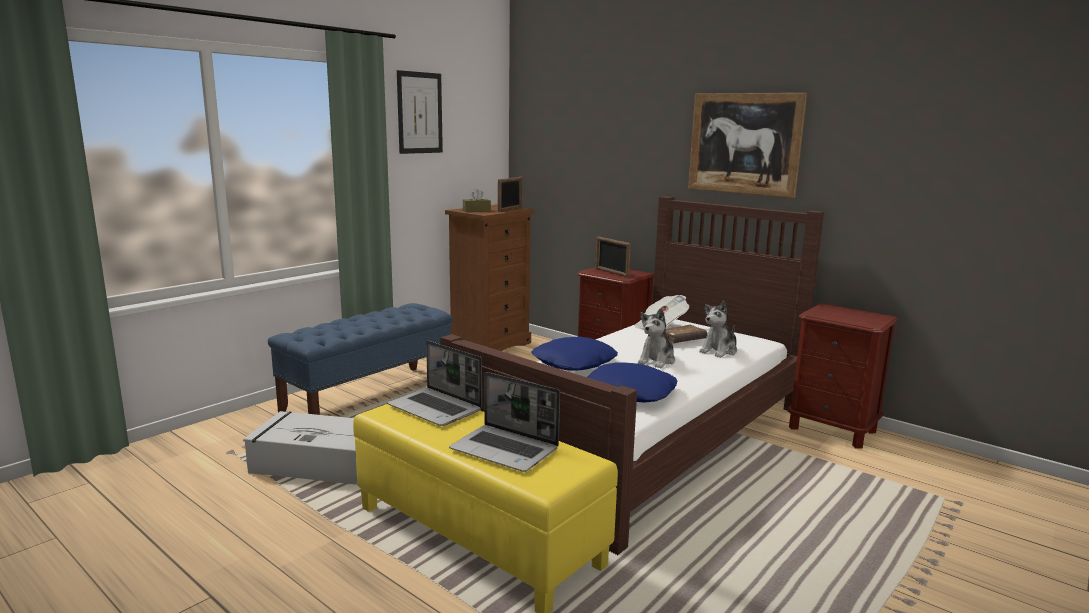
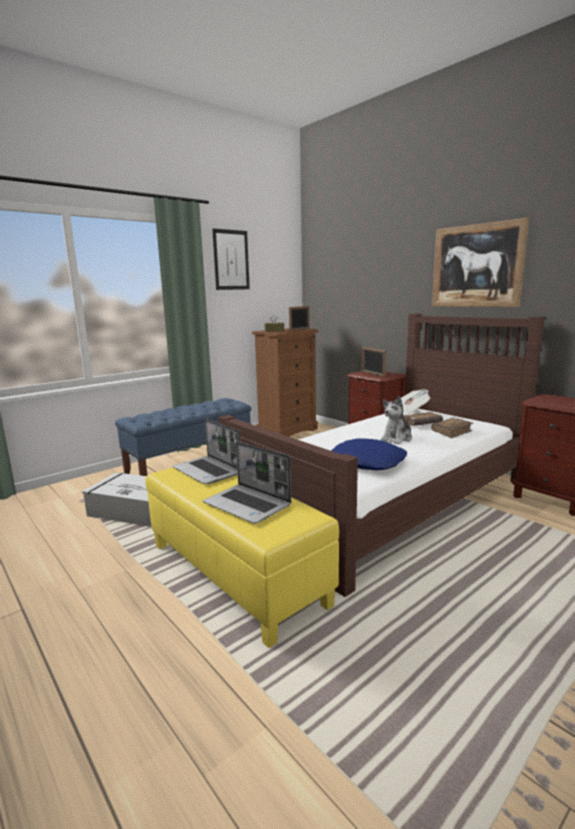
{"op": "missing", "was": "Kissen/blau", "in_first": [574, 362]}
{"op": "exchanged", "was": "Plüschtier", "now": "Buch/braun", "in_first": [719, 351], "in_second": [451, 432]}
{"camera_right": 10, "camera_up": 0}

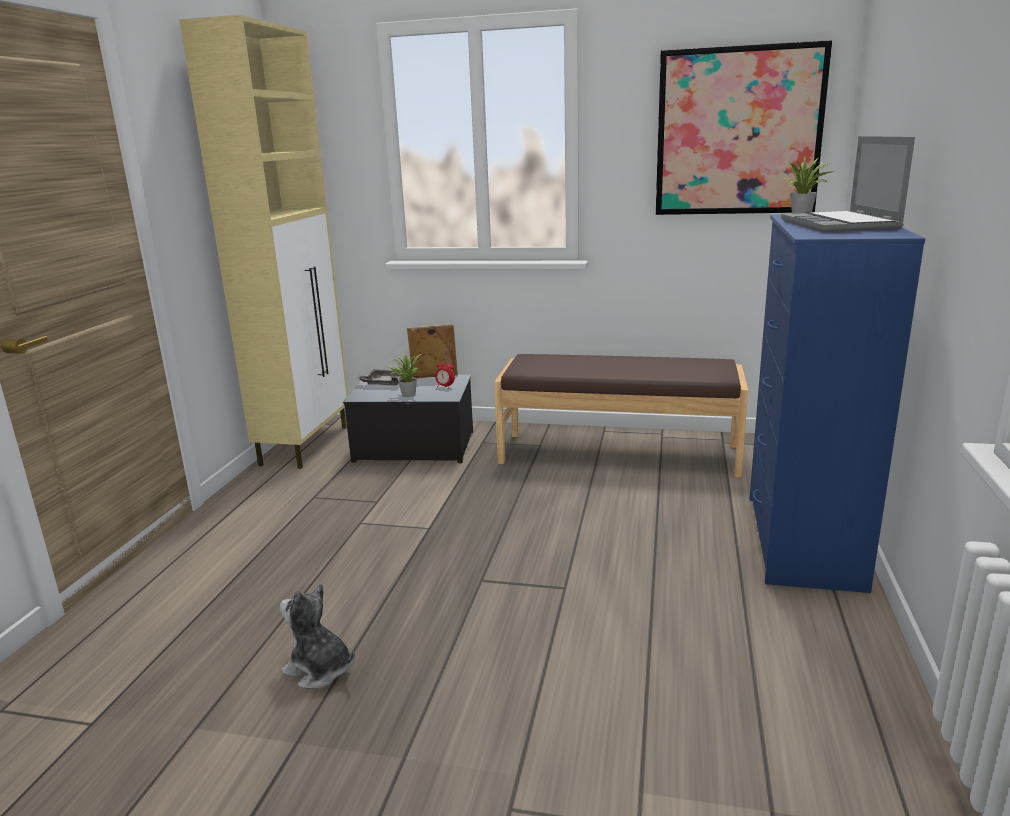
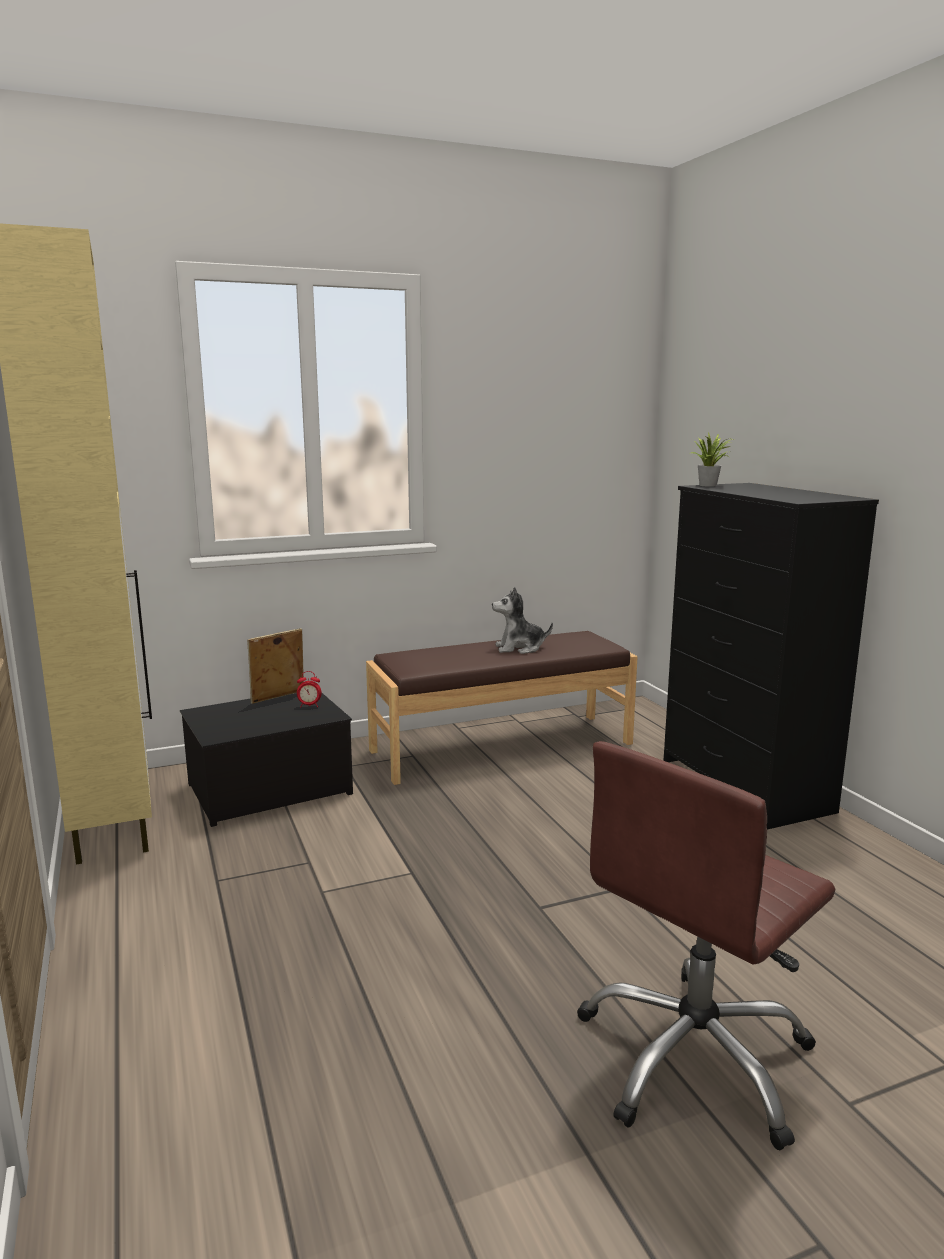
{"op": "missing", "was": "Tablett/grau", "in_first": [383, 383]}
{"op": "missing", "was": "Topfpflanze", "in_first": [407, 394]}
{"op": "missing", "was": "Bild", "in_first": [738, 132]}
{"op": "missing", "was": "Laptop", "in_first": [841, 225]}
{"op": "appeared", "now": "Bürostuhl/braun", "in_second": [695, 1057]}
{"op": "relocated", "was": "Plüschtier", "in_first": [319, 670], "in_second": [519, 648]}
{"op": "colour", "was": "Kommode/blau", "now": "Kommode/schwarz", "in_first": [801, 541], "in_second": [744, 786]}
{"camera_right": -35, "camera_up": -5}

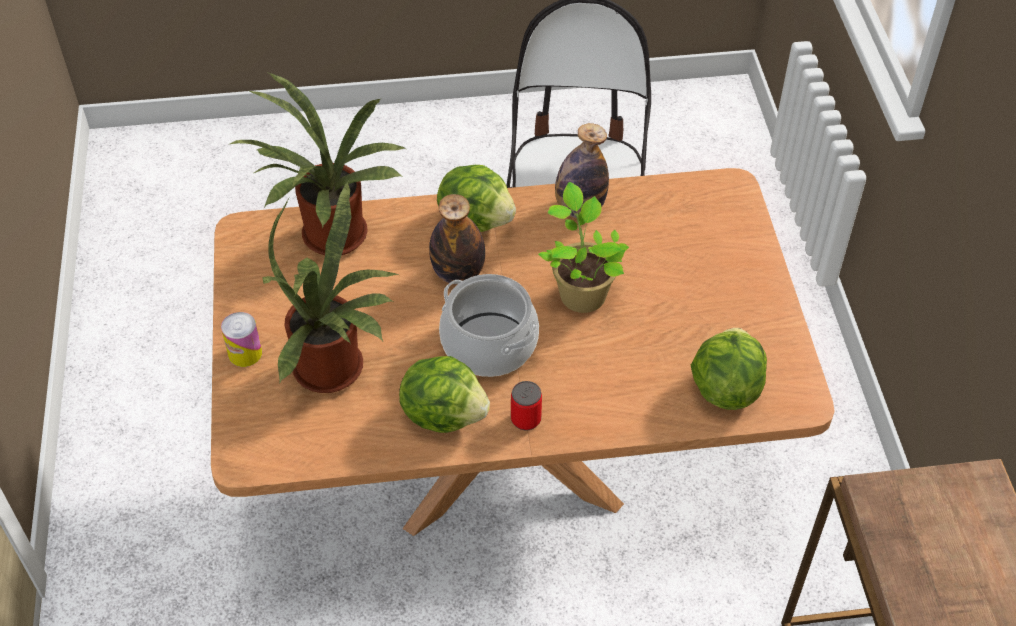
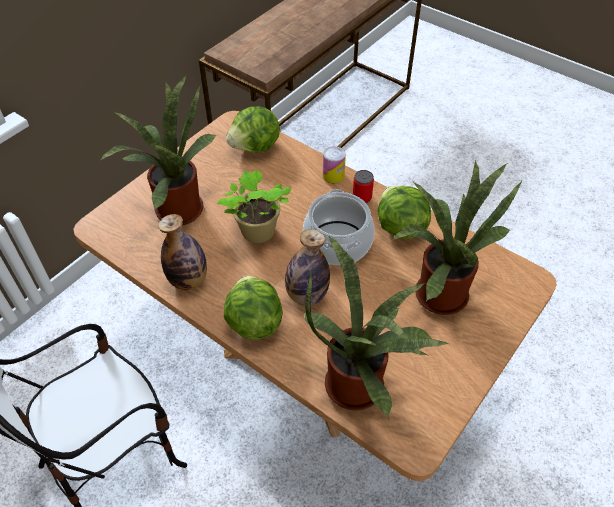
{"op": "appeared", "now": "Topfpflanze", "in_second": [176, 208]}
{"op": "relocated", "was": "Dose", "in_first": [245, 353], "in_second": [333, 175]}
{"camera_right": -135, "camera_up": 0}

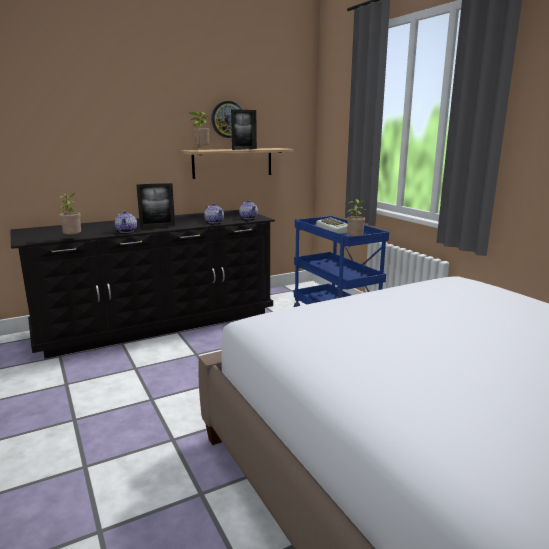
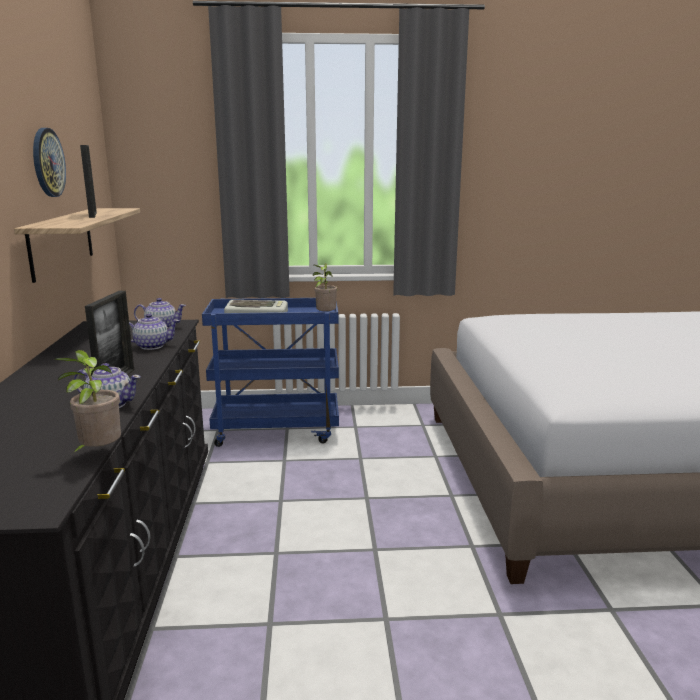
{"op": "missing", "was": "Topfpflanze", "in_first": [201, 150]}
{"camera_right": -65, "camera_up": 0}

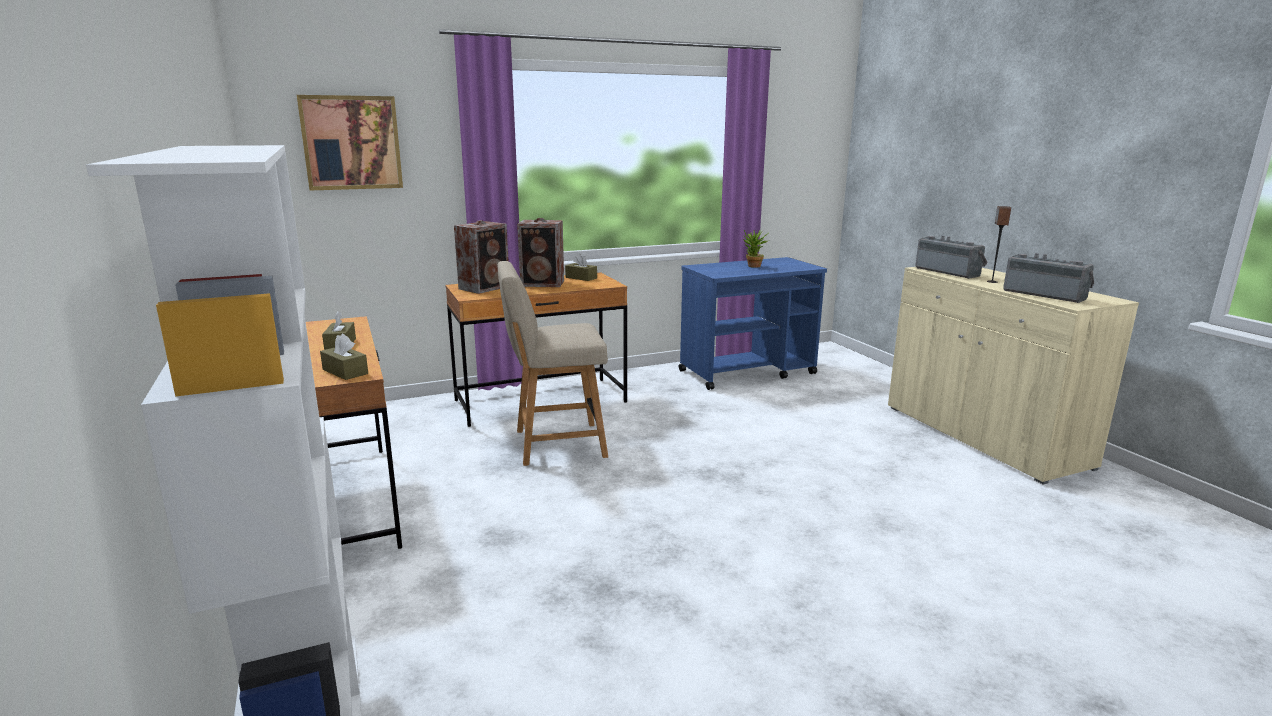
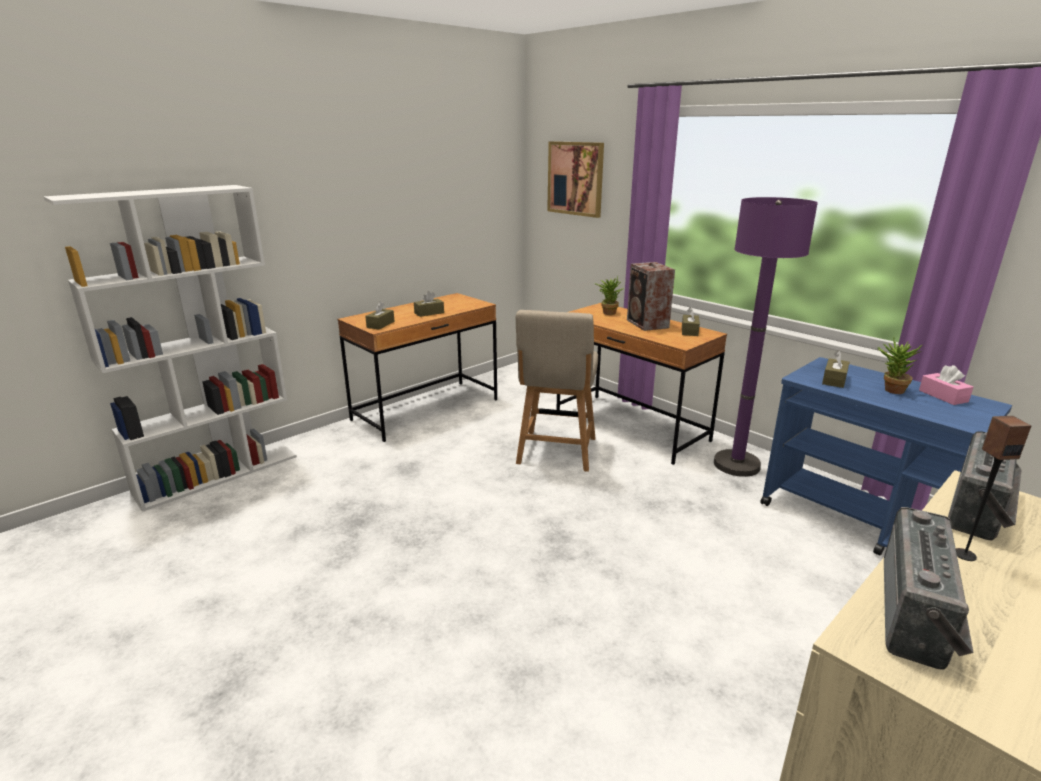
{"op": "appeared", "now": "Stehlampe/lila", "in_second": [736, 464]}
{"op": "appeared", "now": "Taschentuchbox/braun", "in_second": [834, 380]}
{"op": "appeared", "now": "Taschentuchbox/rosa", "in_second": [943, 396]}
{"op": "exchanged", "was": "Lautsprecher", "now": "Topfpflanze", "in_first": [486, 287], "in_second": [607, 312]}
{"op": "spun", "was": "Stuhl/beige", "in_first": [554, 444], "in_second": [556, 453], "clockwise": -135}
{"camera_right": 70, "camera_up": 5}

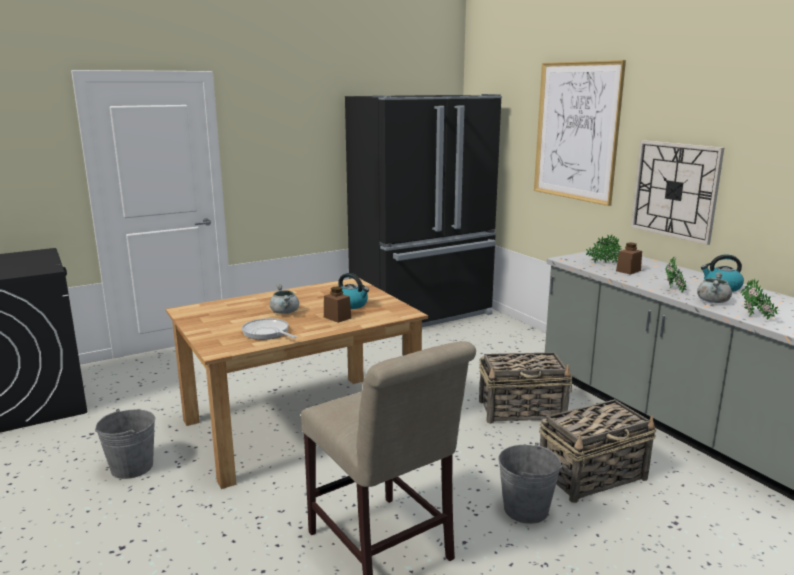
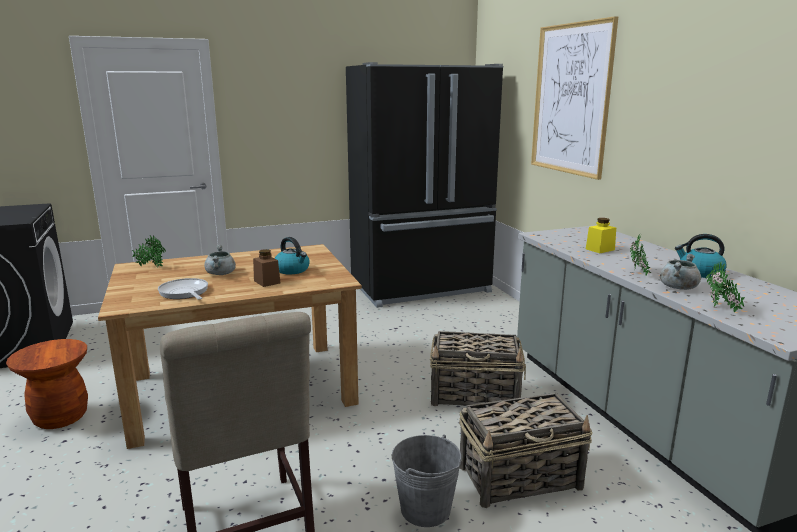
{"op": "missing", "was": "Wanduhr", "in_first": [675, 190]}
{"op": "relocated", "was": "Topfpflanze", "in_first": [602, 263], "in_second": [151, 267]}
{"op": "exchanged", "was": "Eimer/grau", "now": "Hocker/braun", "in_first": [132, 467], "in_second": [60, 417]}
{"op": "colour", "was": "Vorratsglas/braun", "now": "Vorratsglas/gelb", "in_first": [628, 271], "in_second": [600, 249]}
{"camera_right": 10, "camera_up": 0}

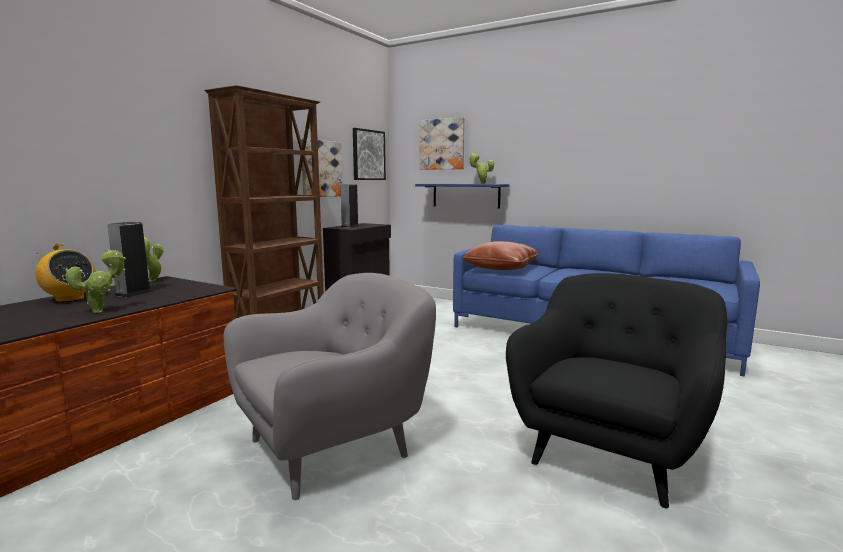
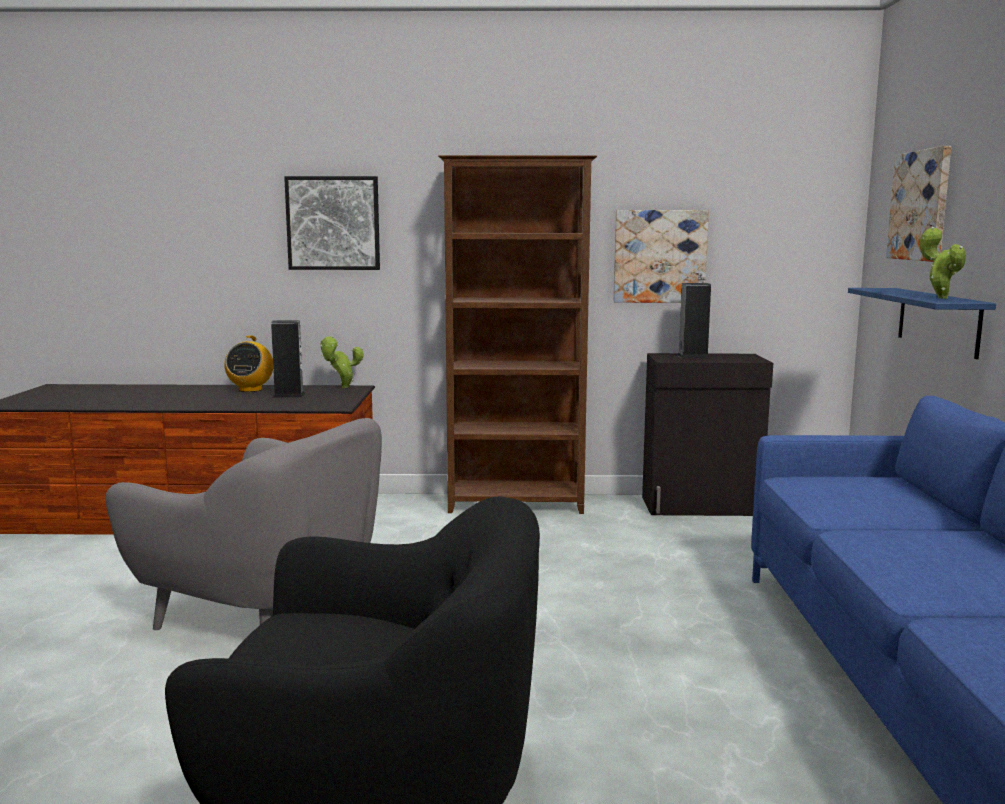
{"op": "missing", "was": "Topfpflanze", "in_first": [102, 311]}
{"op": "missing", "was": "Kissen/braun", "in_first": [501, 268]}
{"op": "relocated", "was": "Bild", "in_first": [368, 155], "in_second": [333, 223]}
{"camera_right": 60, "camera_up": 0}

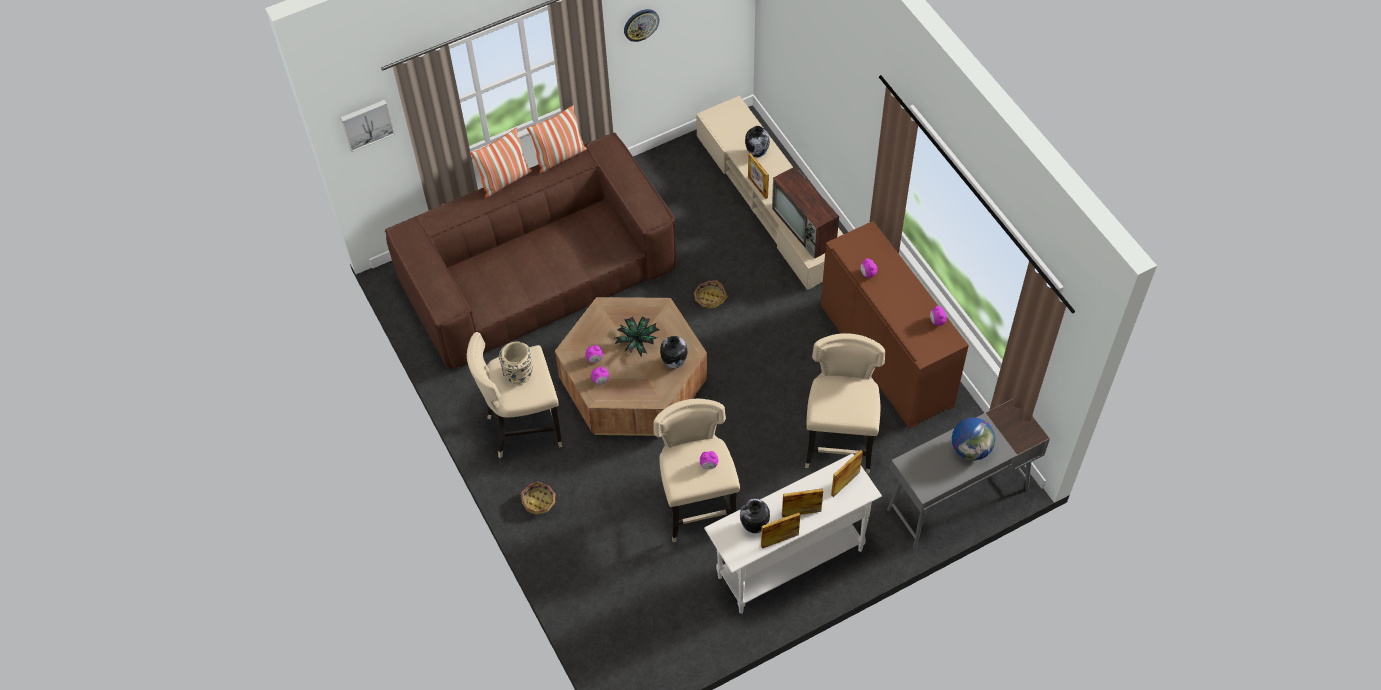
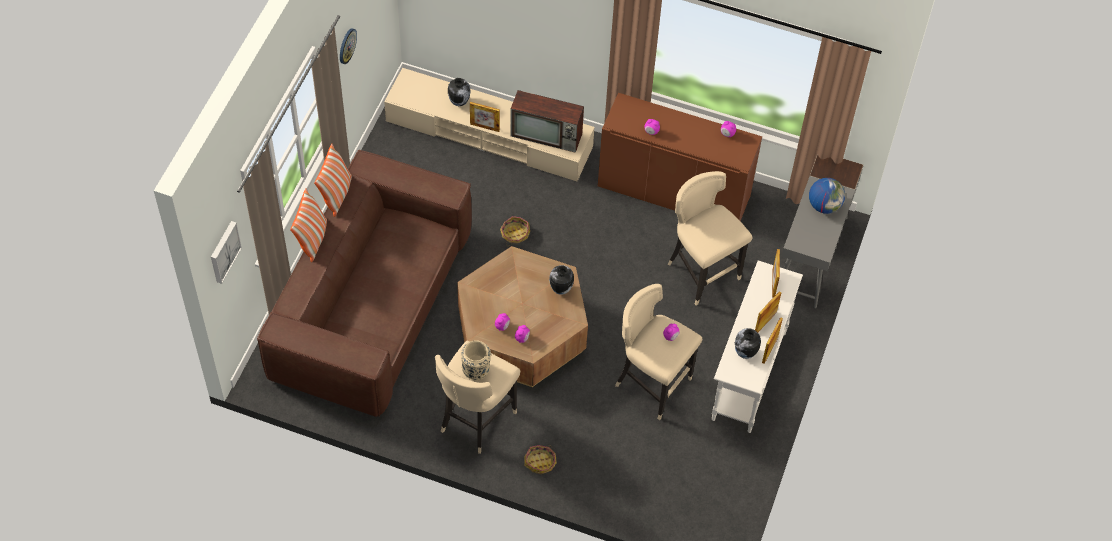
{"op": "missing", "was": "Topfpflanze", "in_first": [638, 341]}
{"camera_right": -45, "camera_up": 0}

